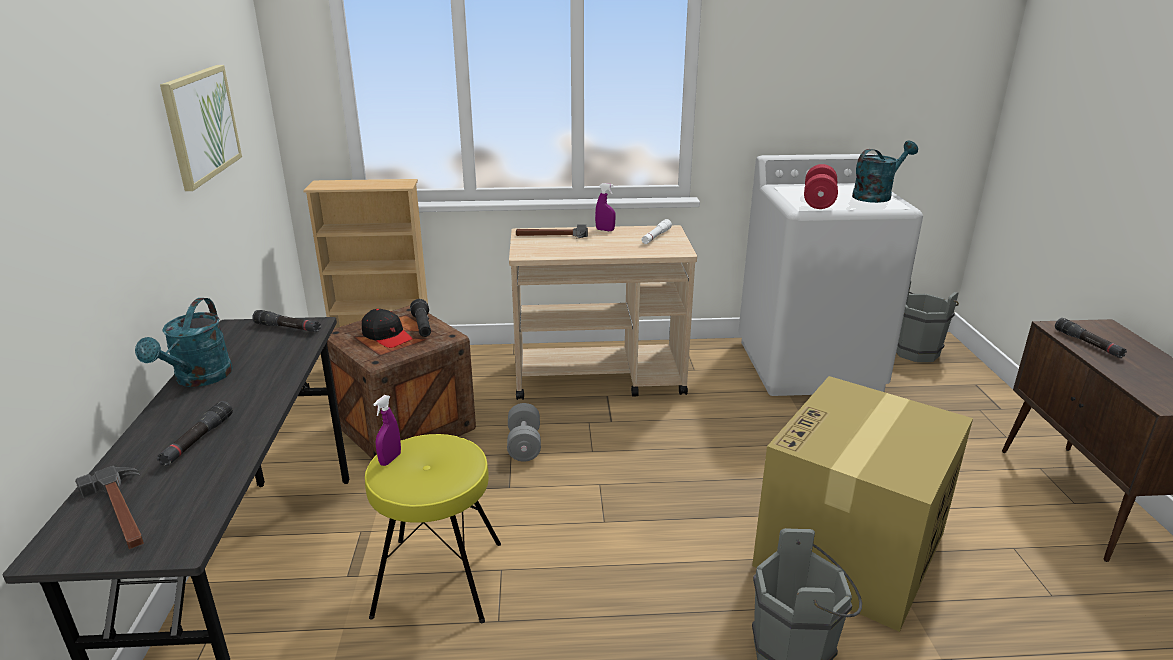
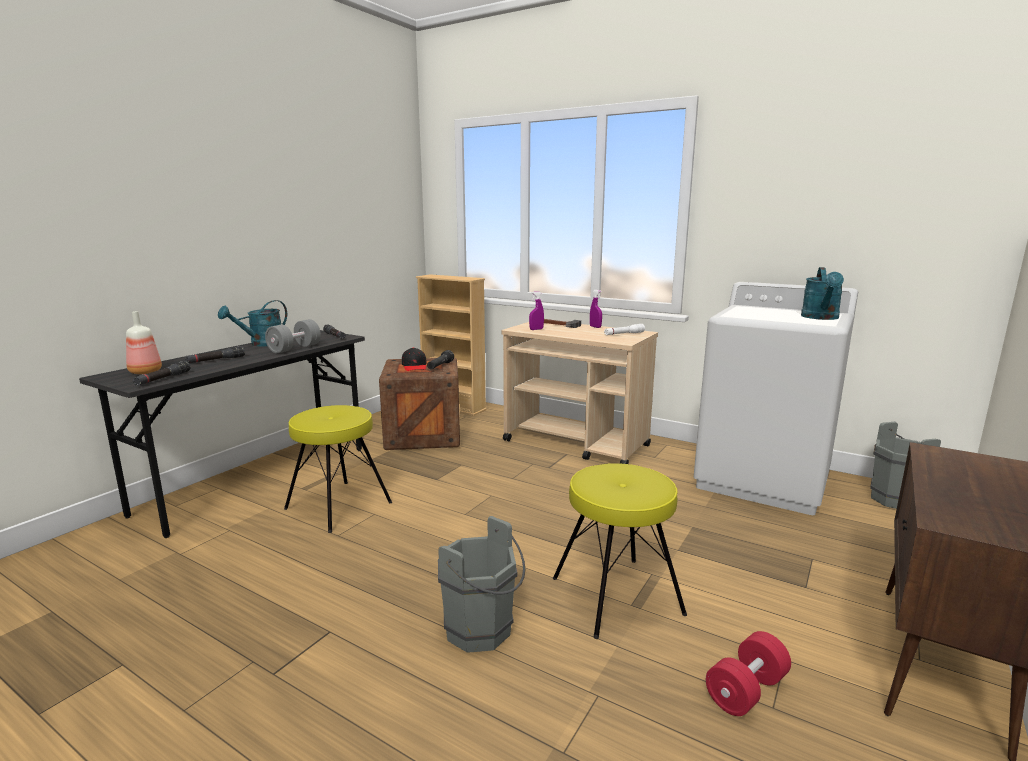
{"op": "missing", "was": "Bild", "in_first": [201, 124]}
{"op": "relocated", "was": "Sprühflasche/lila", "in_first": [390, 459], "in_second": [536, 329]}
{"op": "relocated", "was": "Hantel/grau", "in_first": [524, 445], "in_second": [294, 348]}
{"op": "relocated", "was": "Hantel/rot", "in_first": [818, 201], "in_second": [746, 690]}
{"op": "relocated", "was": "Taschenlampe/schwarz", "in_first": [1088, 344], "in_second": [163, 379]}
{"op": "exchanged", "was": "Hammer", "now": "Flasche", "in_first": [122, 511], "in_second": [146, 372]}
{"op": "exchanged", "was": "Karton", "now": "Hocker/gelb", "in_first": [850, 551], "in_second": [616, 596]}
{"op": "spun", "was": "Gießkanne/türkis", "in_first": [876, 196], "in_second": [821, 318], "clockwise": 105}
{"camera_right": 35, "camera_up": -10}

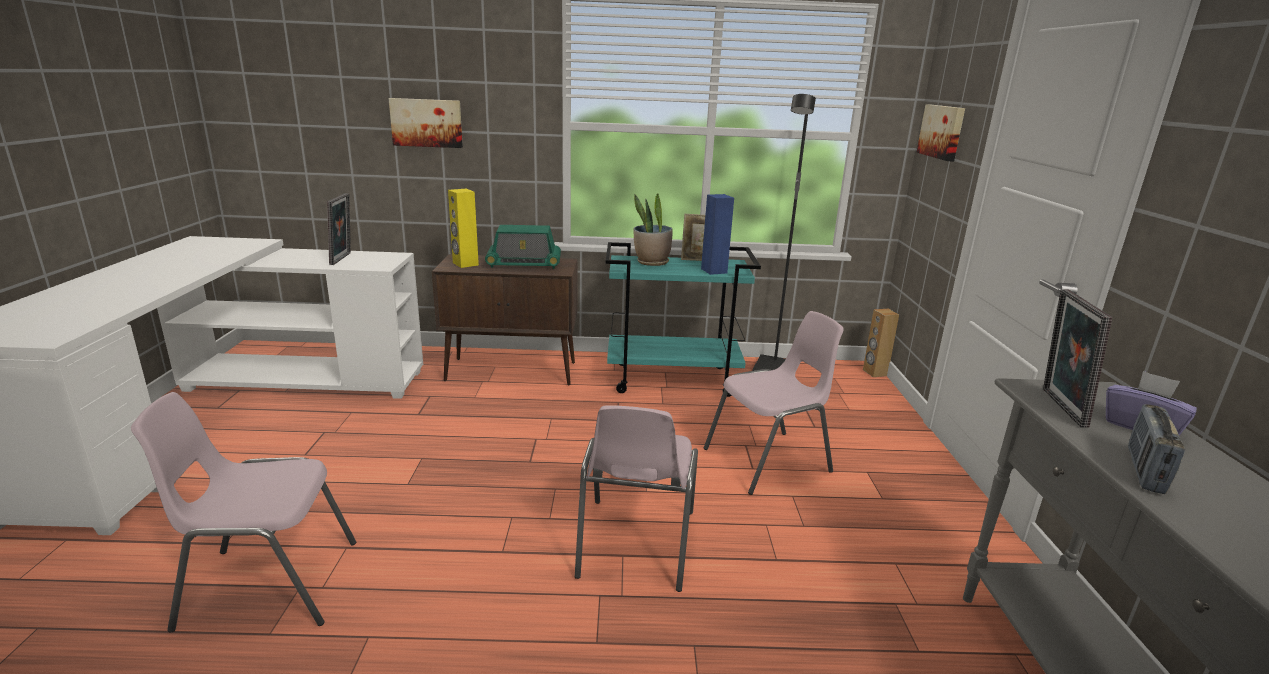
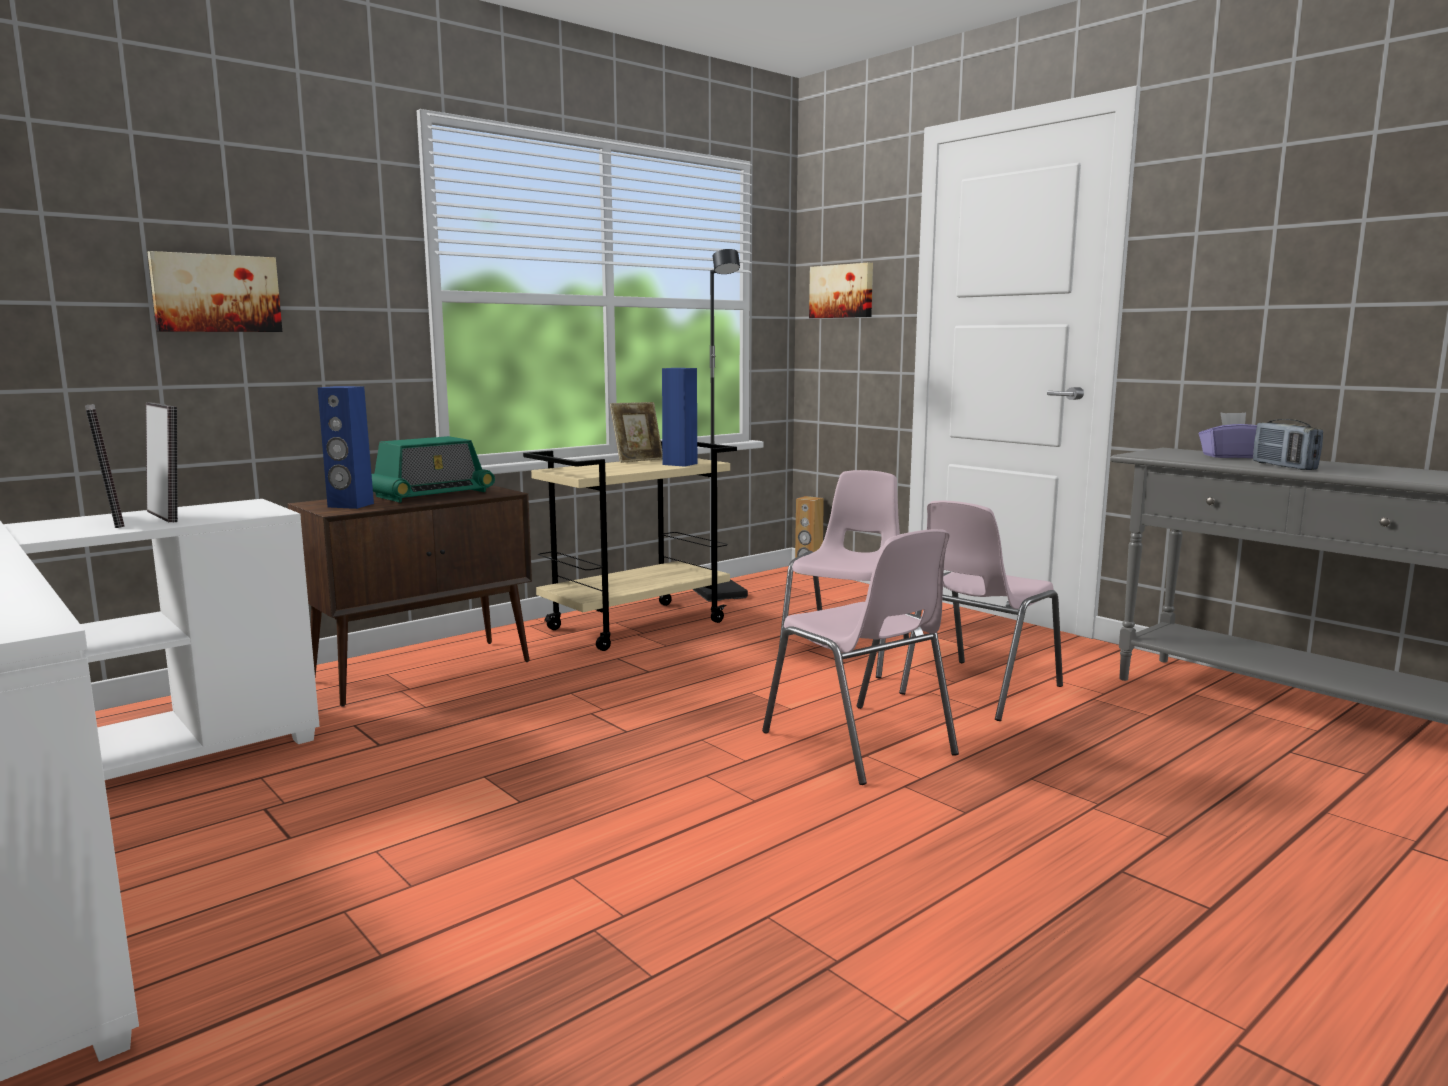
{"op": "missing", "was": "Topfpflanze", "in_first": [651, 262]}
{"op": "relocated", "was": "Stuhl/rosa", "in_first": [267, 584], "in_second": [977, 690]}
{"op": "relocated", "was": "Bilderrahmen", "in_first": [1058, 407], "in_second": [111, 521]}
{"op": "colour", "was": "Lautsprecher/gelb", "now": "Lautsprecher/blau", "in_first": [465, 264], "in_second": [350, 505]}
{"op": "colour", "was": "Rollwagen/türkis", "now": "Rollwagen/beige", "in_first": [673, 379], "in_second": [637, 625]}
{"camera_right": -40, "camera_up": -10}

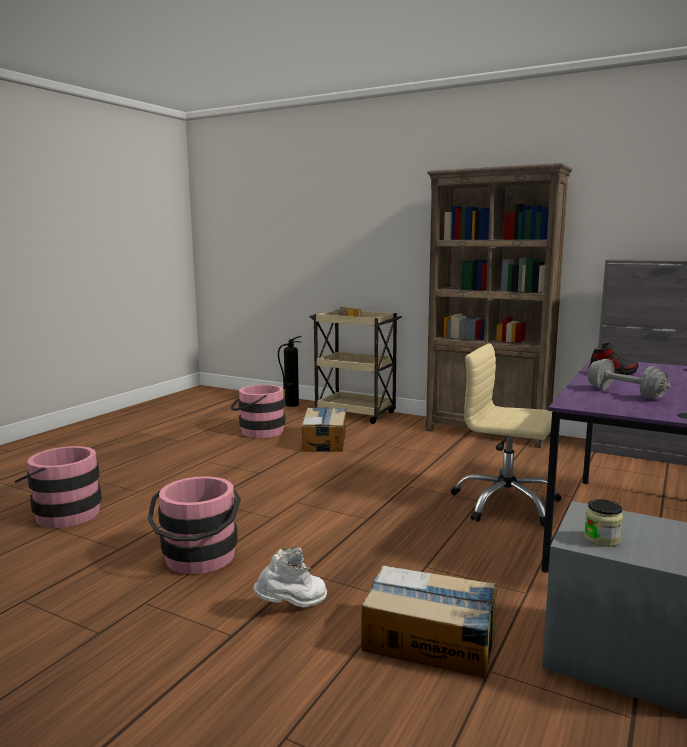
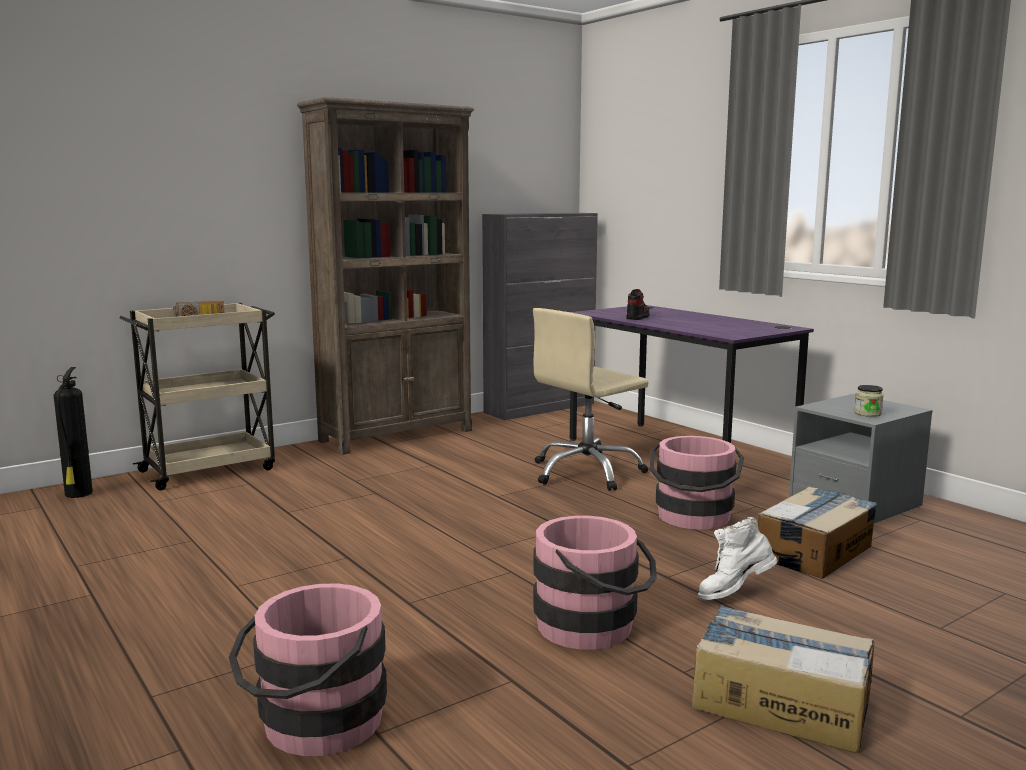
{"op": "missing", "was": "Hantel/grau", "in_first": [625, 393]}
{"op": "relocated", "was": "Eimer/rosa", "in_first": [258, 432], "in_second": [693, 519]}
{"op": "relocated", "was": "Karton", "in_first": [324, 441], "in_second": [780, 702]}
{"op": "spun", "was": "Stiefel/weiß", "in_first": [293, 606], "in_second": [734, 593], "clockwise": -105}
{"camera_right": -65, "camera_up": 0}

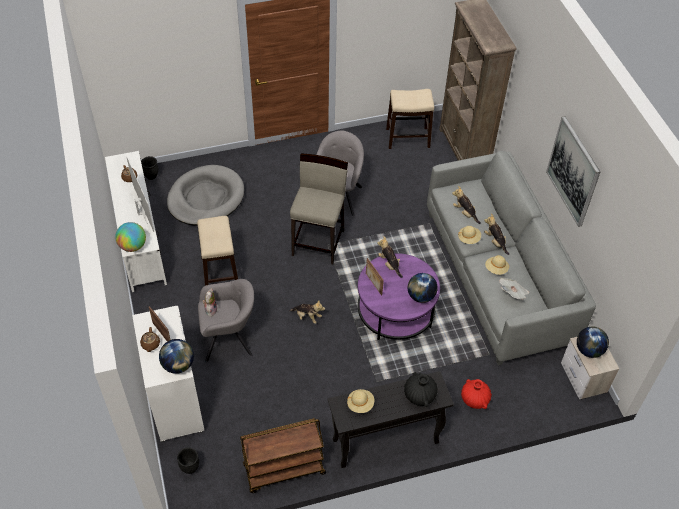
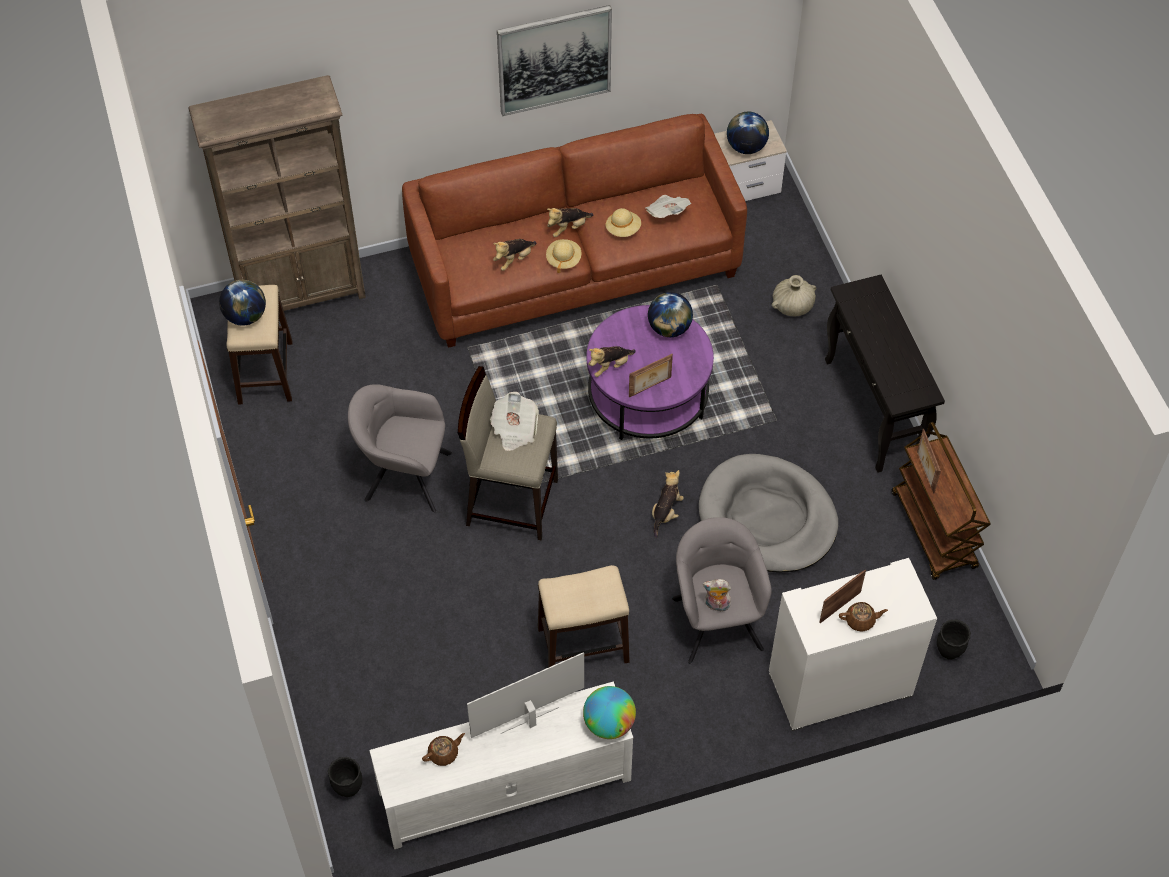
{"op": "missing", "was": "Hut/beige", "in_first": [360, 404]}
{"op": "missing", "was": "Vase/schwarz", "in_first": [419, 395]}
{"op": "appeared", "now": "Zeitung", "in_second": [514, 430]}
{"op": "appeared", "now": "Bilderrahmen", "in_second": [924, 472]}
{"op": "relocated", "was": "Globus", "in_first": [178, 365], "in_second": [245, 316]}
{"op": "relocated", "was": "Hundebett/grau", "in_first": [206, 198], "in_second": [767, 518]}
{"op": "colour", "was": "Sofa/grau", "now": "Sofa/braun", "in_first": [498, 277], "in_second": [575, 265]}
{"op": "colour", "was": "Vase/rot", "now": "Vase/beige", "in_first": [474, 399], "in_second": [793, 306]}
{"camera_right": -90, "camera_up": 5}

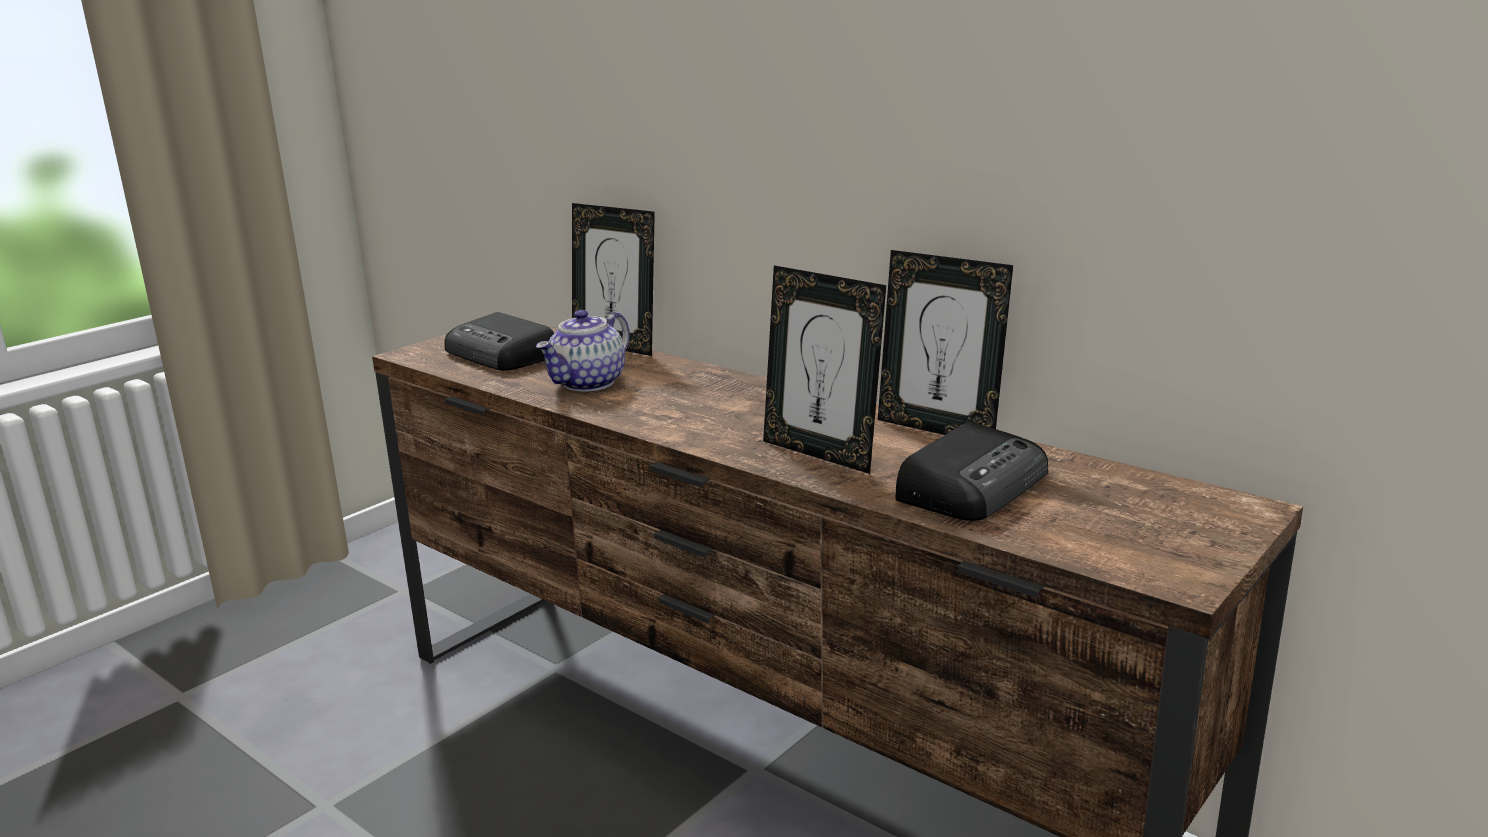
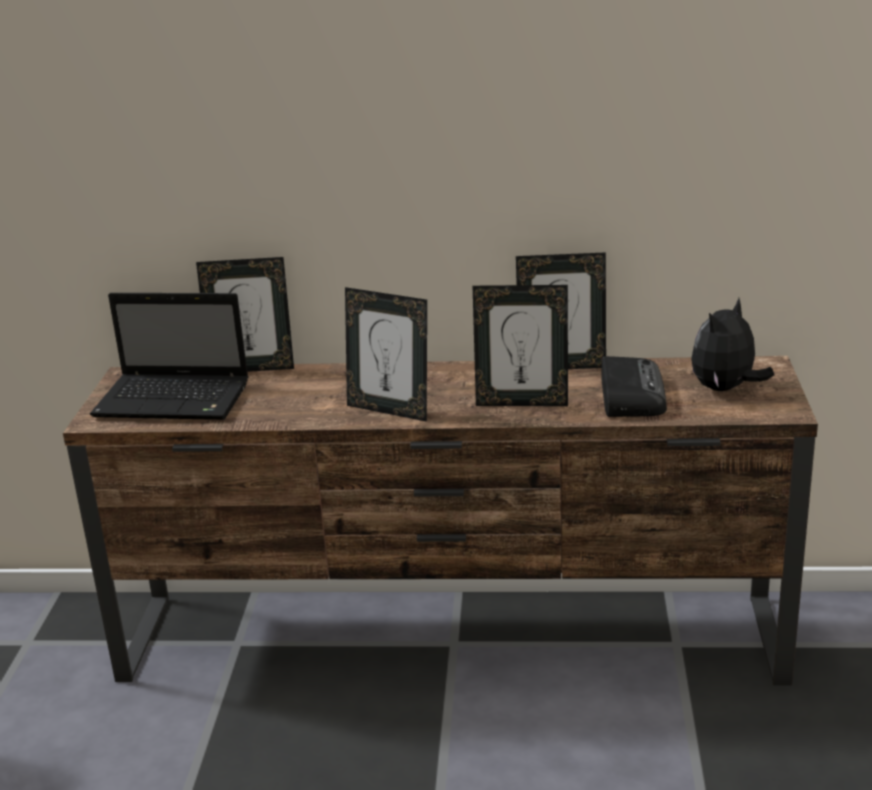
{"op": "missing", "was": "Teekanne", "in_first": [588, 383]}
{"op": "appeared", "now": "Bilderrahmen", "in_second": [390, 410]}
{"op": "appeared", "now": "Plüschtier", "in_second": [725, 389]}
{"op": "exchanged", "was": "Radio", "now": "Laptop", "in_first": [503, 354], "in_second": [176, 400]}
{"camera_right": -35, "camera_up": 5}

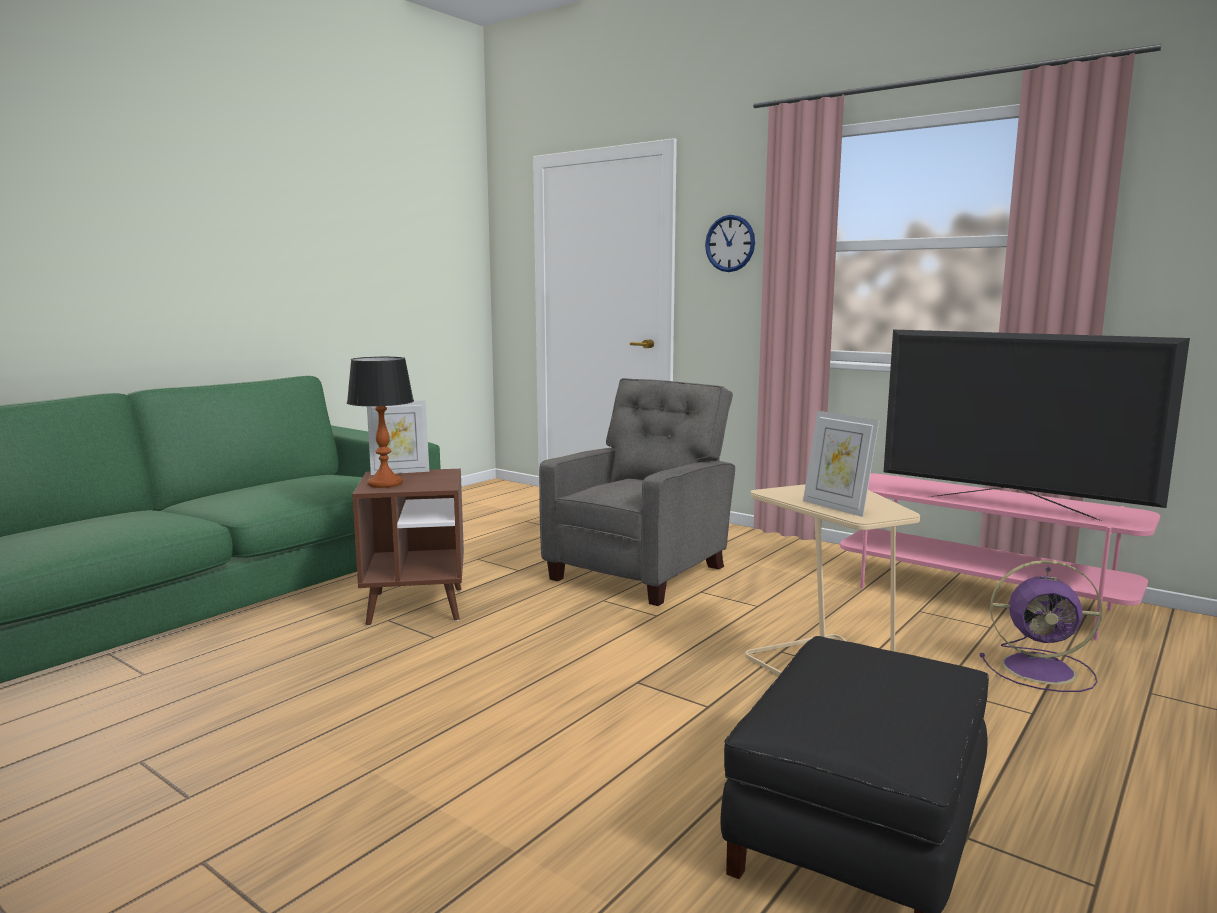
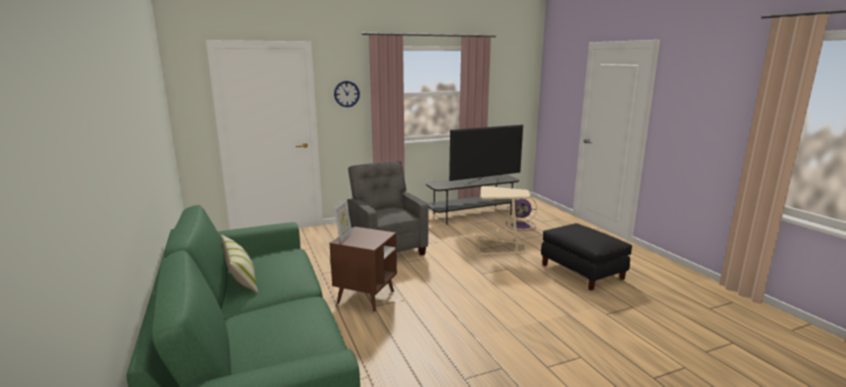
{"op": "missing", "was": "Tischlampe", "in_first": [385, 483]}
{"op": "missing", "was": "Bilderrahmen", "in_first": [837, 507]}
{"op": "appeared", "now": "Kissen", "in_second": [241, 277]}
{"op": "colour", "was": "Fernsehschrank/rosa", "now": "Fernsehschrank/grau", "in_first": [981, 598], "in_second": [472, 214]}
{"op": "spun", "was": "Ventilator/lila", "in_first": [1042, 669], "in_second": [521, 226], "clockwise": 60}
{"camera_right": -60, "camera_up": 5}

